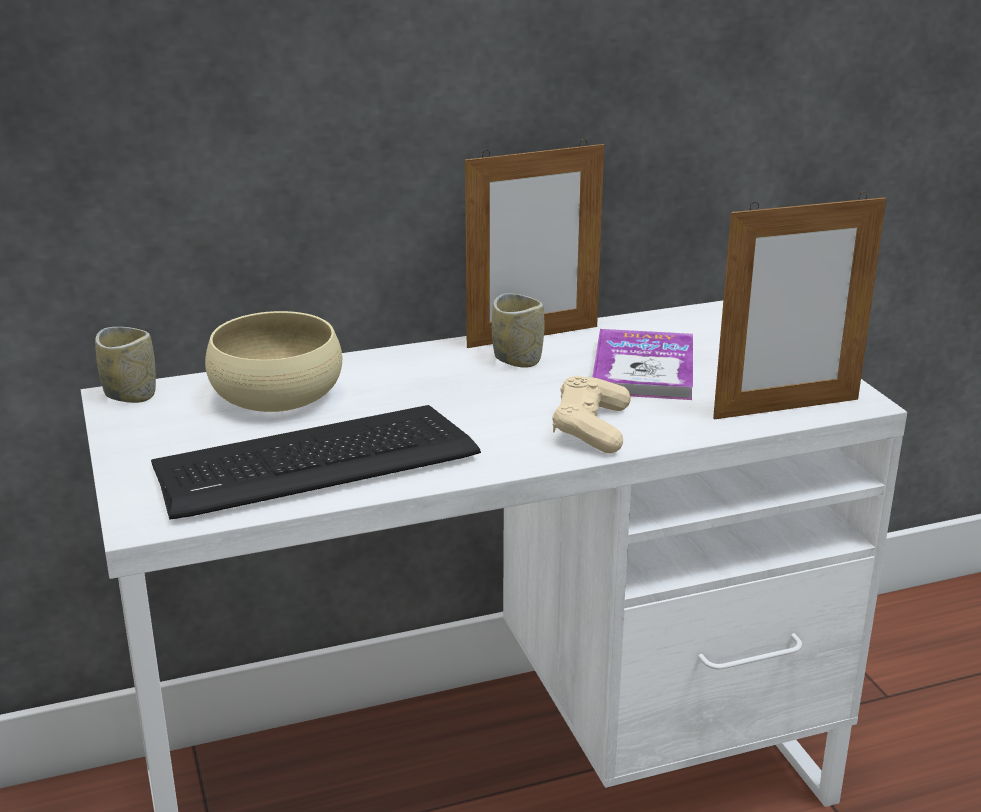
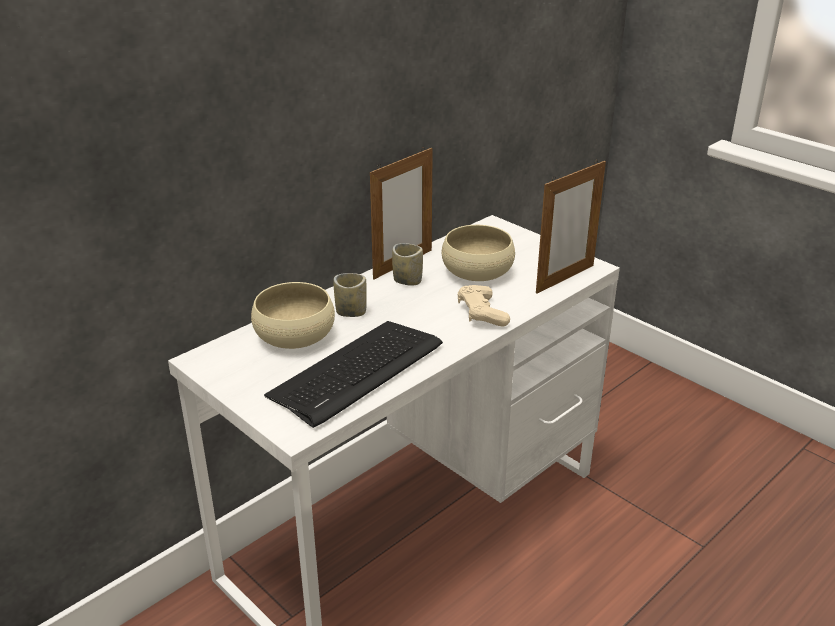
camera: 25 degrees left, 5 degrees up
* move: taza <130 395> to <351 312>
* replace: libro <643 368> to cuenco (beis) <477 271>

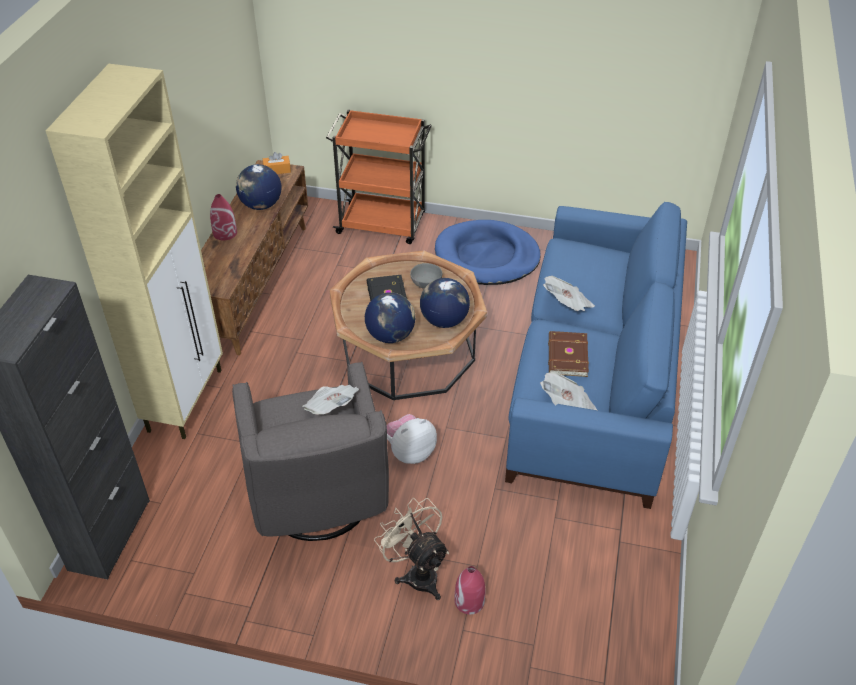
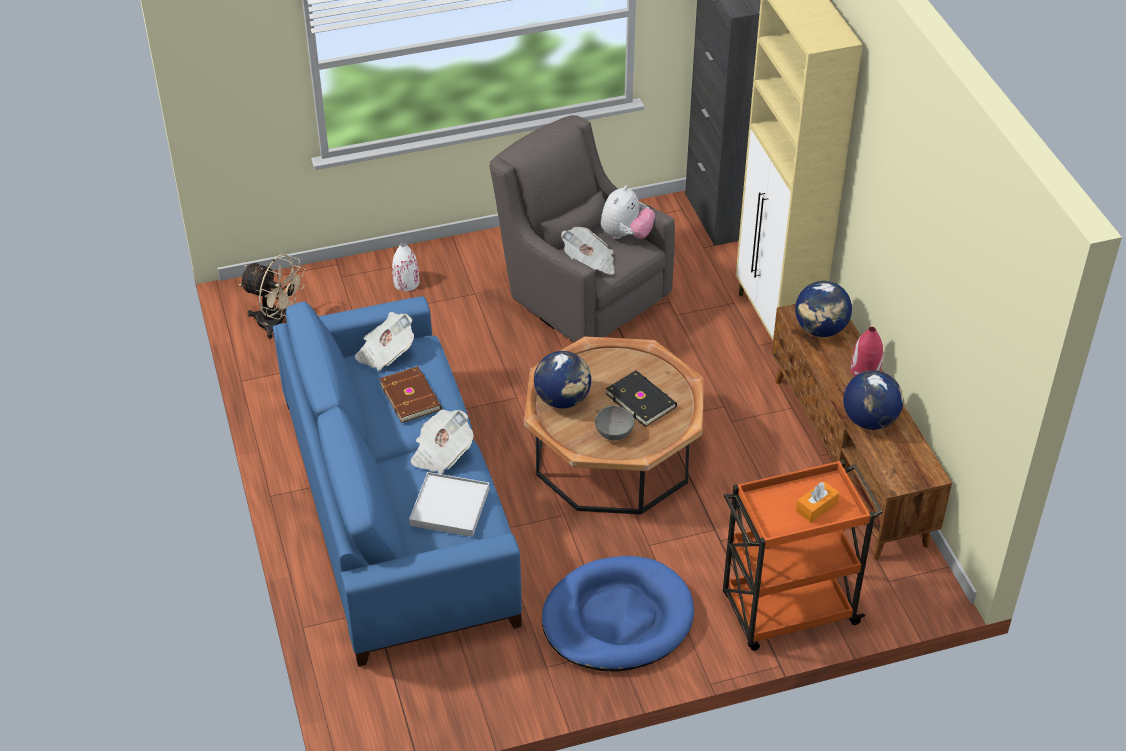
camera: 150 degrees right, 0 degrees up
* insert: bandeja (blanco) <449 507>
* move: caja de pañuelos (naranja) <277 170> to <816 507>
* move: globo terráqueo <390 335> to <820 329>
* move: ventilador (beis) <417 573> to <277 323>
* move: peluche <410 452> to <626 235>
* recolor: florero (rojo) <469 601> to florero (blanco) <406 282>

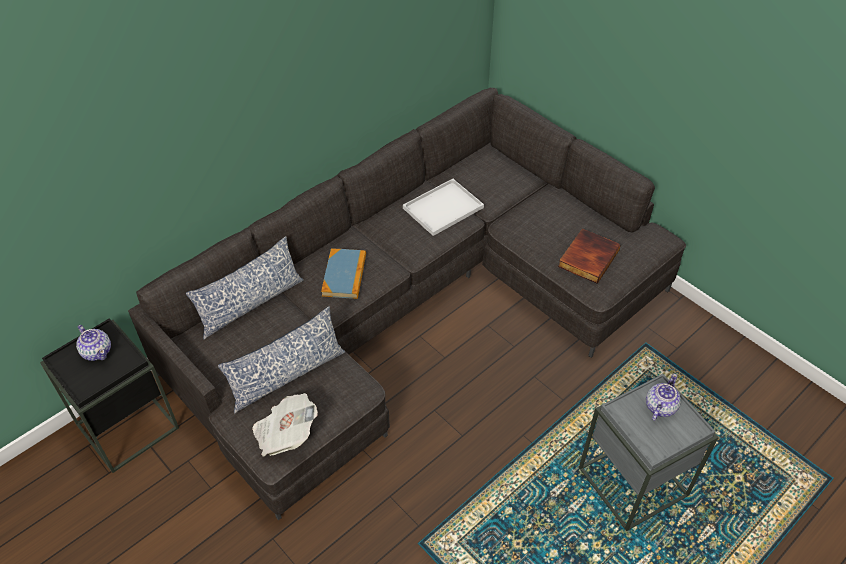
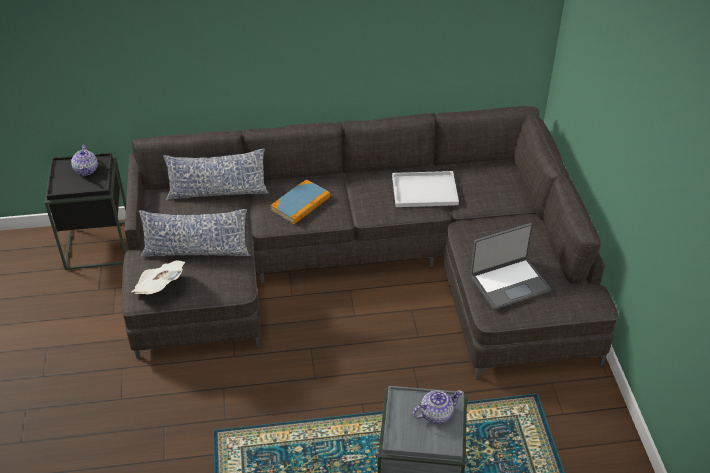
camera: 35 degrees right, 5 degrees down
* replace: libro <587 257> to portátil <509 283>

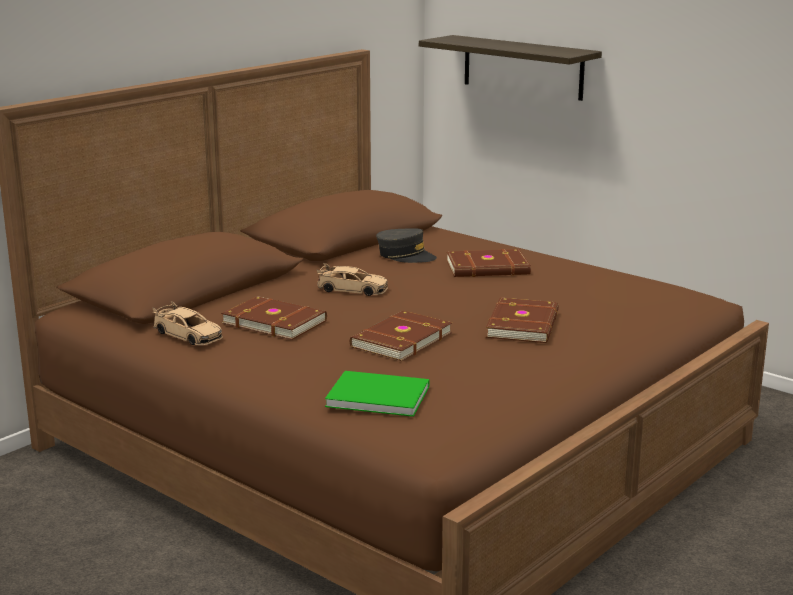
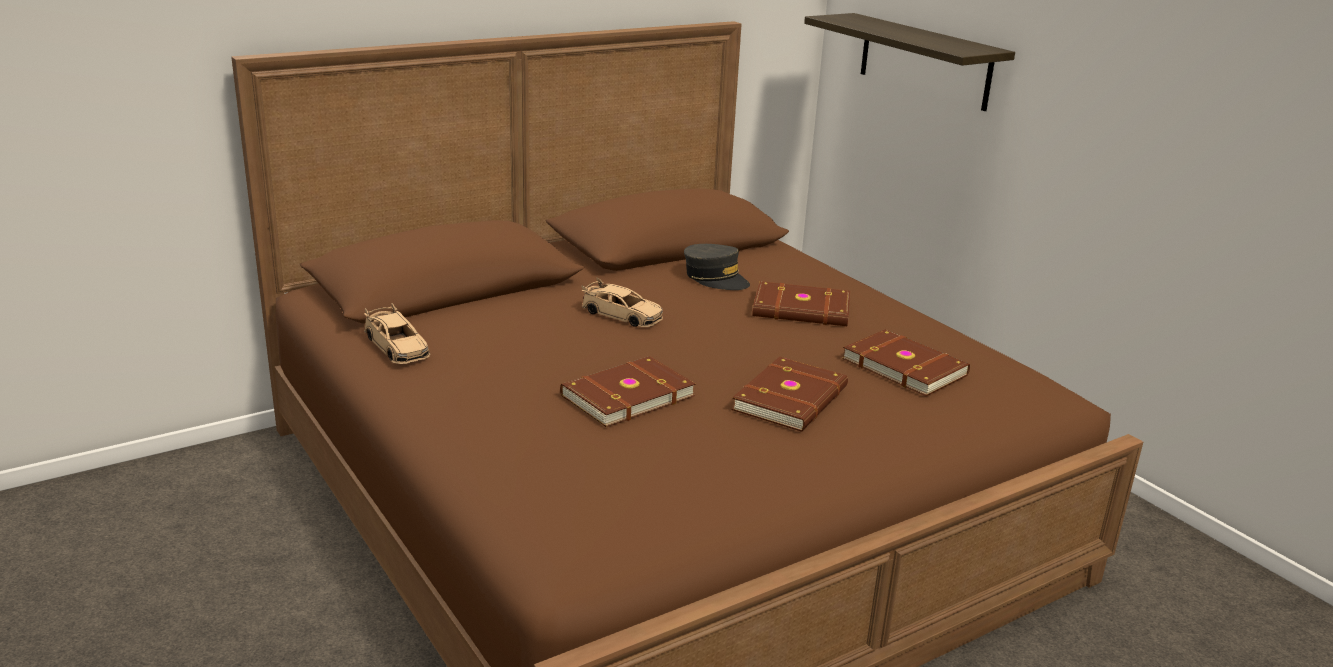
camera: 15 degrees right, 5 degrees up
* delete: libro (verde) <376 395>
* move: libro (marrón) <275 321> to <905 366>

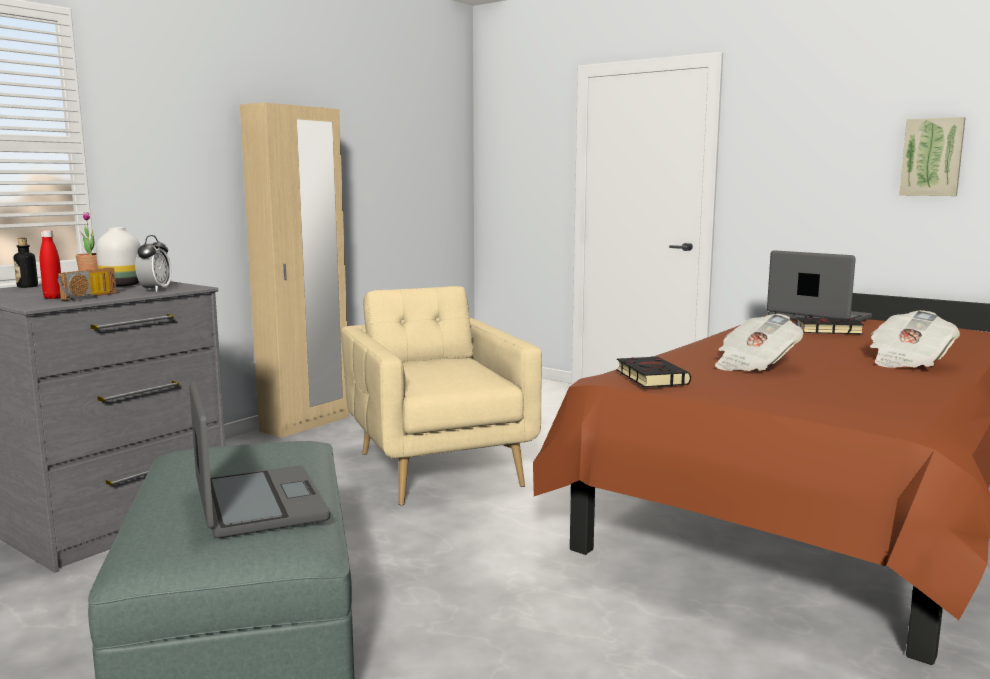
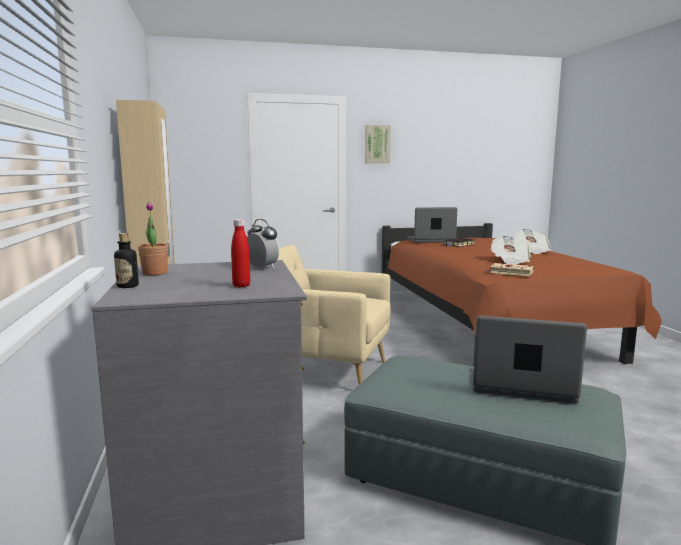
camera: 50 degrees left, 0 degrees up
* delete: radio <91 297>
* delete: florero (blanco) <120 285>
* move: cuadro <932 157> to <377 144>
* recolor: libro (negro) <650 377> to libro (beis) <510 272>

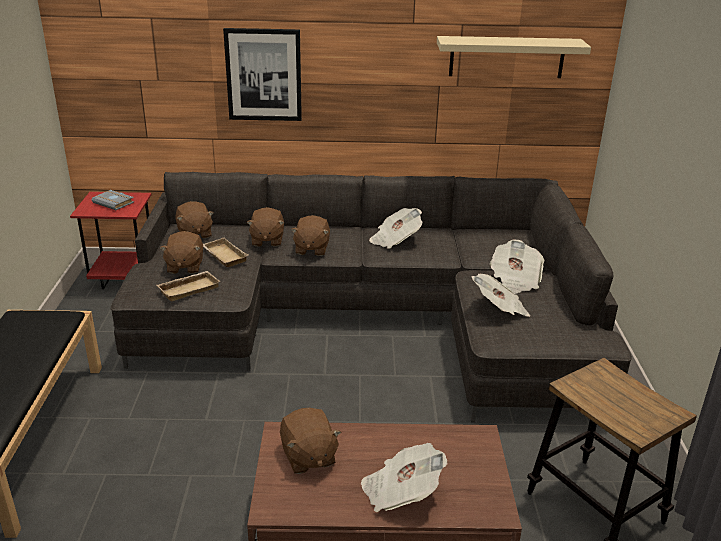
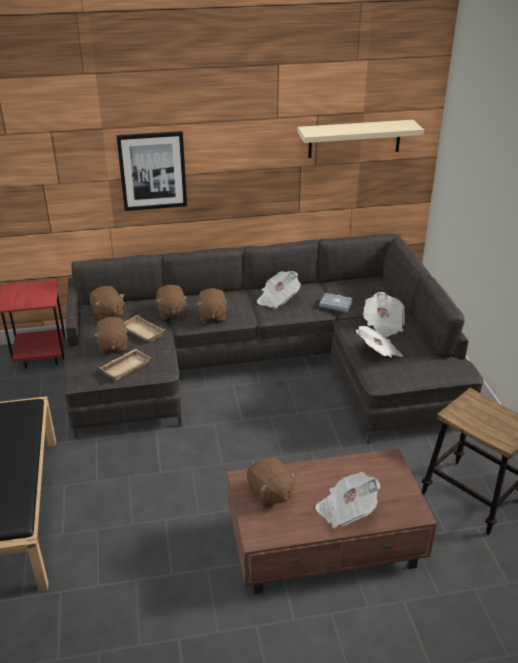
camera: 10 degrees left, 5 degrees up
* move: libro (gris) <115 203> to <336 304>

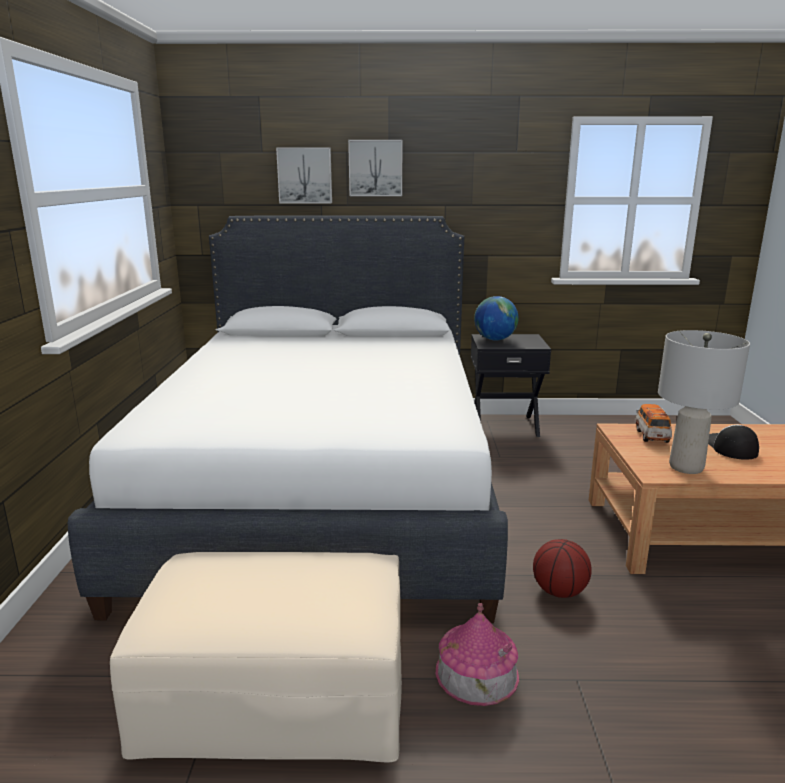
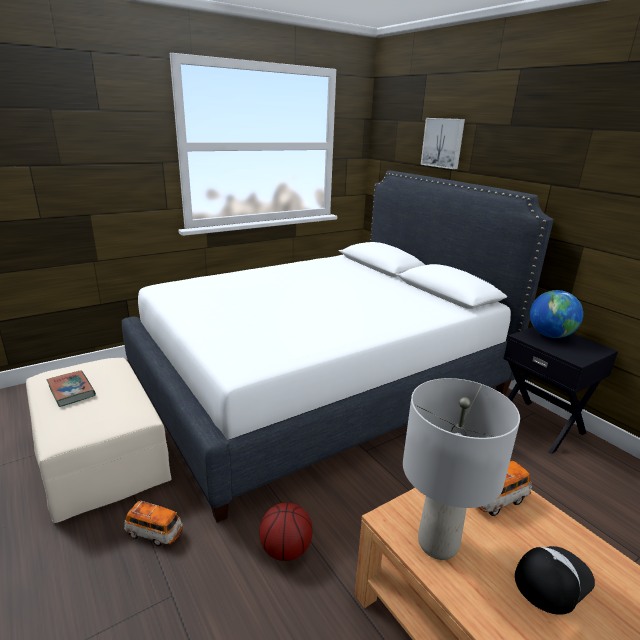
camera: 55 degrees right, 5 degrees up
* delete: cuadro <375 168>
* insert: libro <71 391>
* replace: casita <476 673> to coche de juguete <154 533>

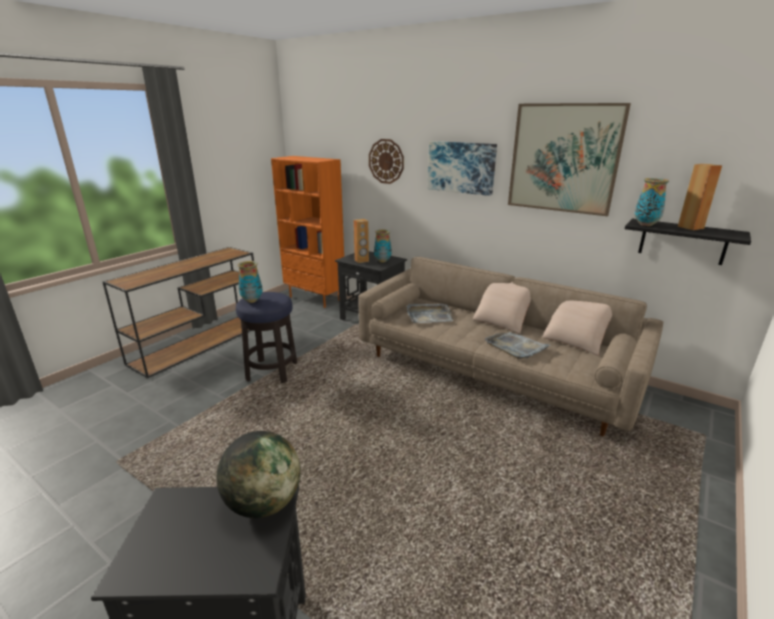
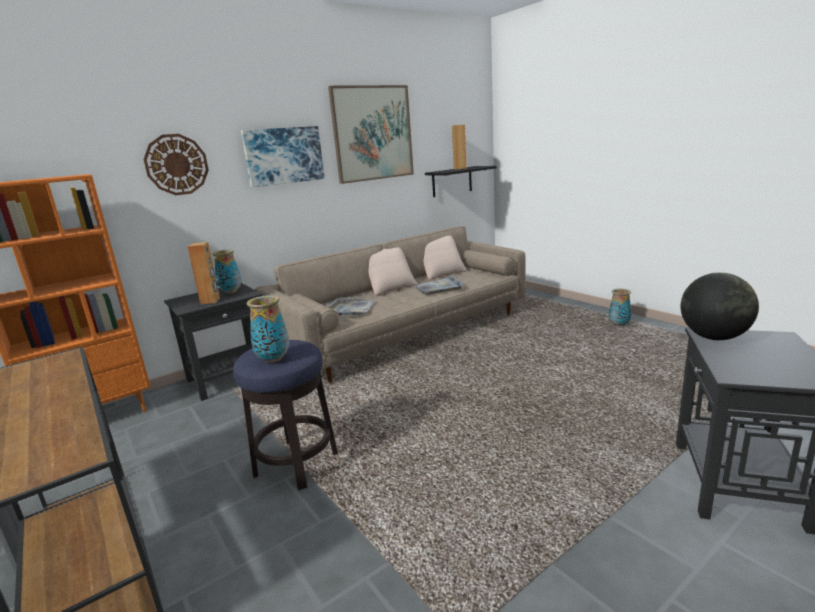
camera: 70 degrees left, 5 degrees down
* move: florero <645 225> to <619 325>

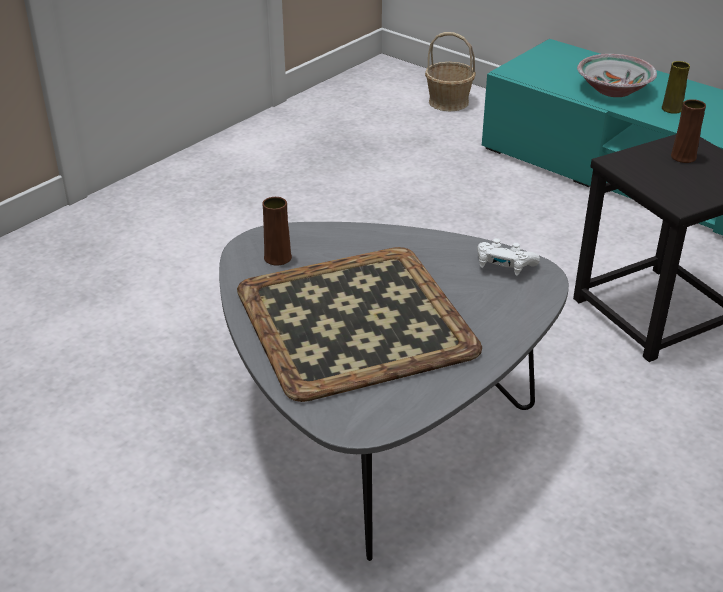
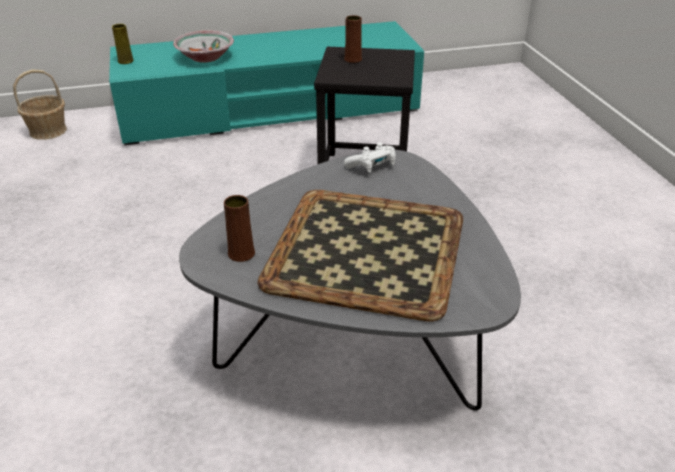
camera: 55 degrees left, 0 degrees up
* move: florero (amarillo) <671 109> to <125 61>

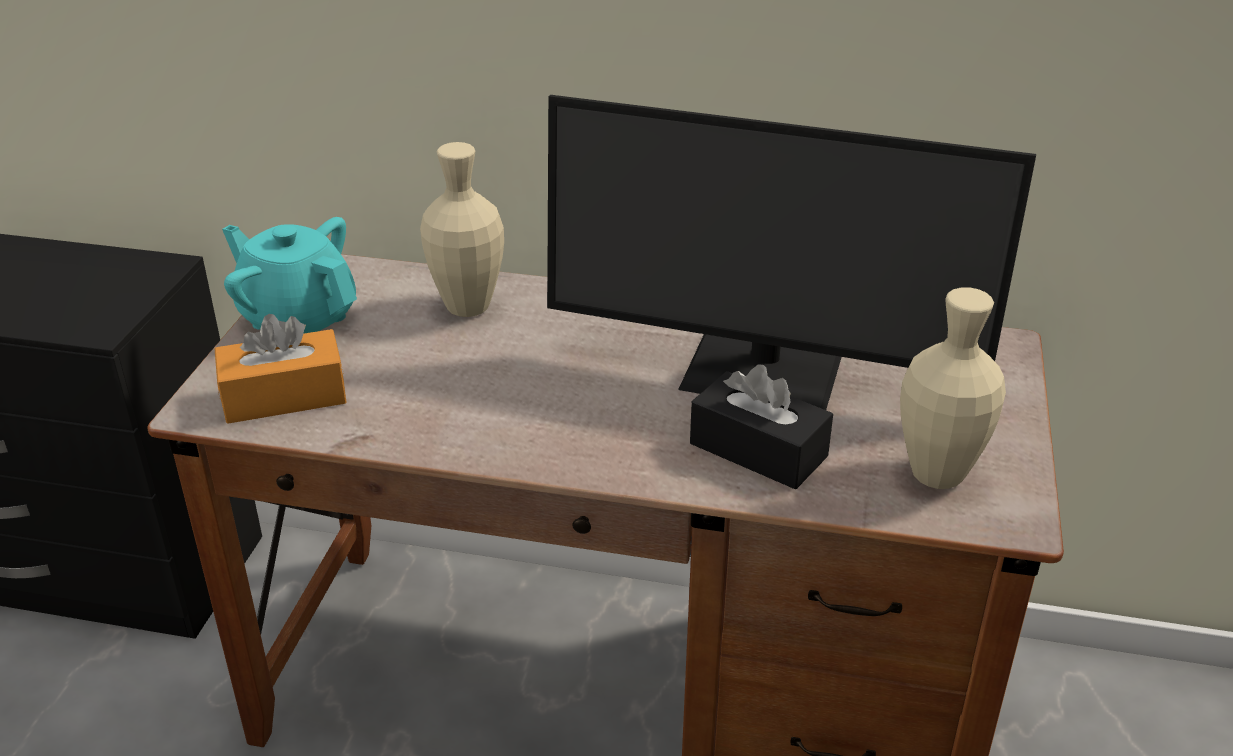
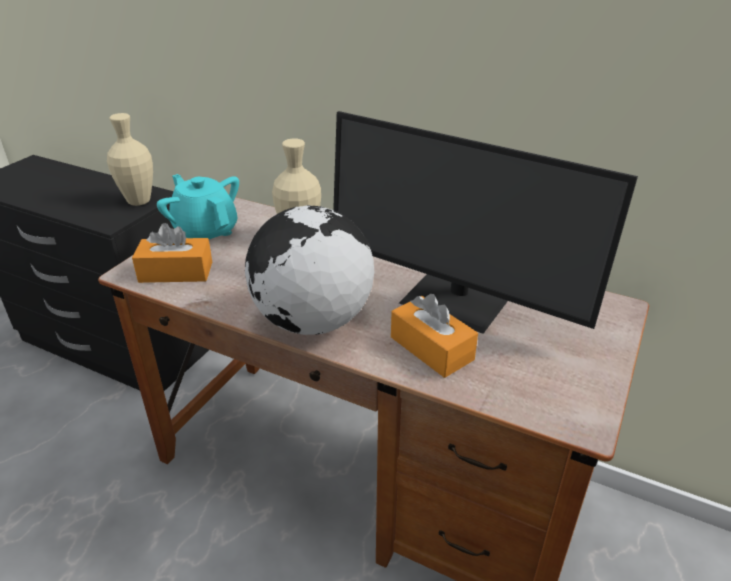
camera: 15 degrees right, 0 degrees up
* insert: globo terráqueo <312 321>
* move: florero (beis) <937 474> to <139 201>
* recolor: caja de pañuelos (negro) <758 450> to caja de pañuelos (naranja) <431 348>

